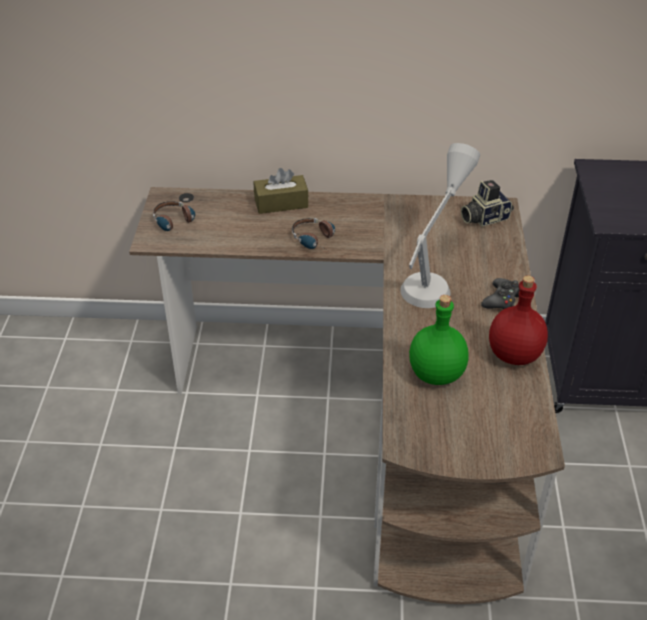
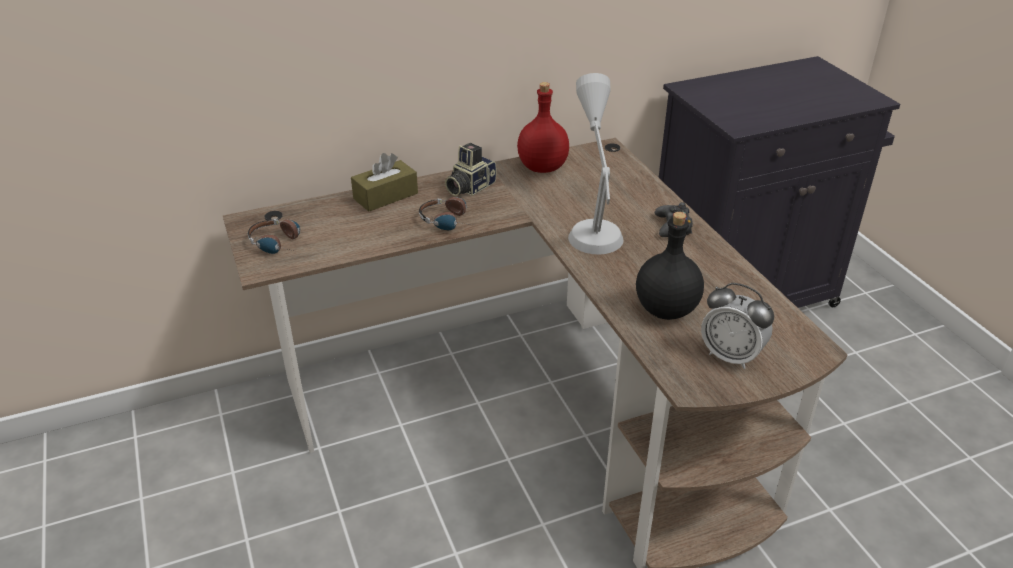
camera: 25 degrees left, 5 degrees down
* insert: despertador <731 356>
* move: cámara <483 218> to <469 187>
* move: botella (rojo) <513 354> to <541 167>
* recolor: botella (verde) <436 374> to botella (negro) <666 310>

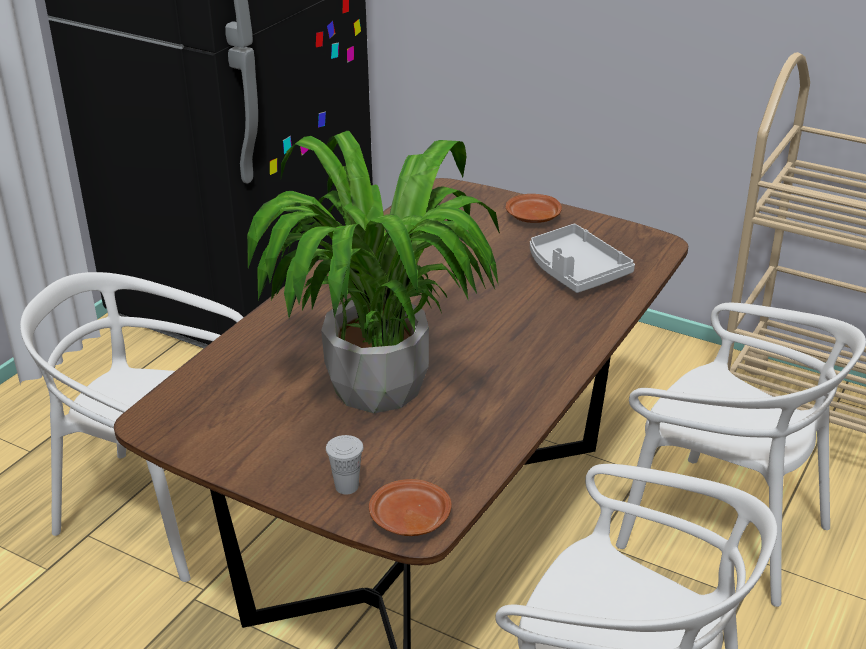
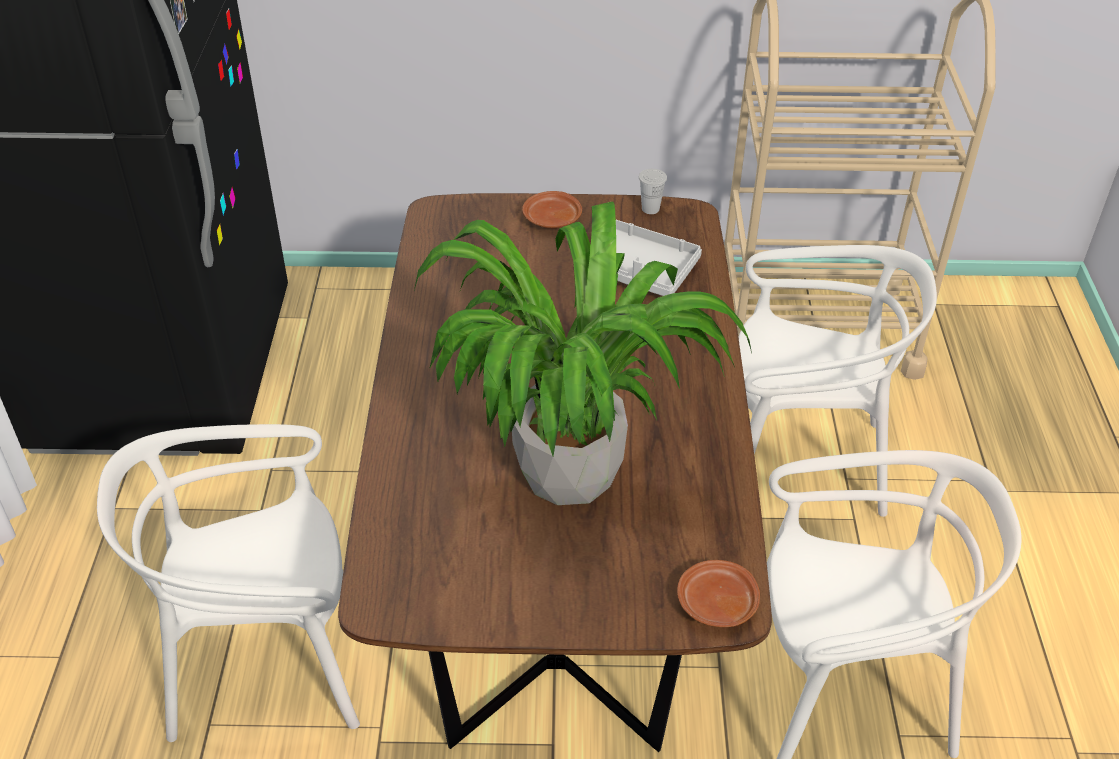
camera: 30 degrees left, 10 degrees up
* move: taza (blanco) <347 486> to <650 209>

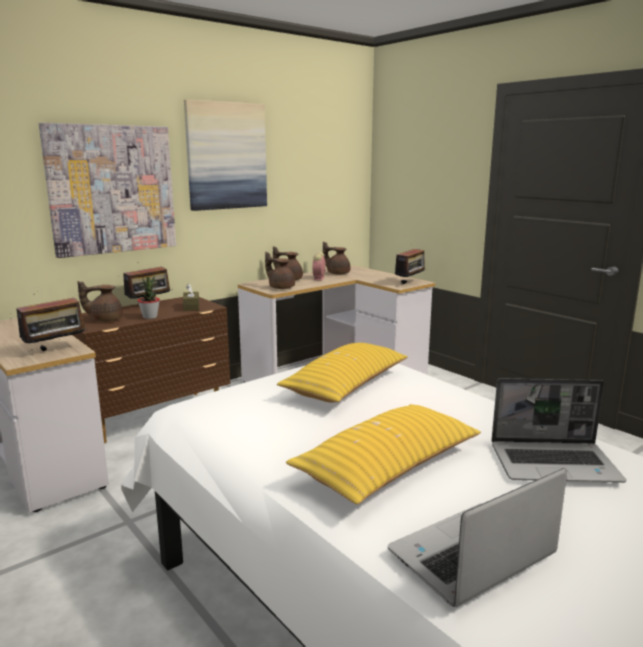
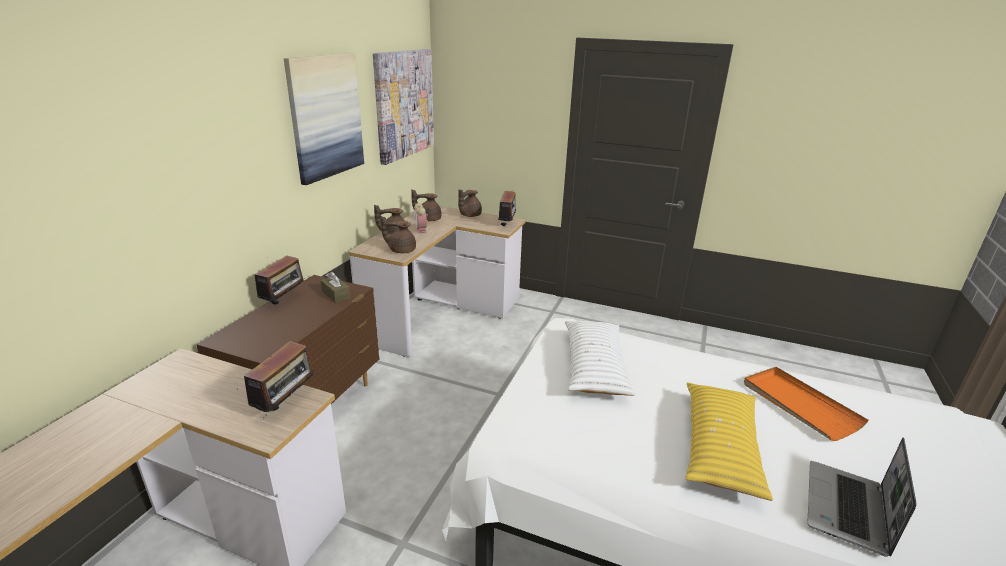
camera: 30 degrees left, 10 degrees up
* delete: planta en maceta <150 317>
* move: cuadro <112 189> to <404 104>
* move: tetera (marrón) <105 319> to <469 215>
* replace: portátil <555 463> to bandeja (naranja) <799 405>
* recolor: cojín (amarillo) <346 385> to cojín (blanco) <594 367>

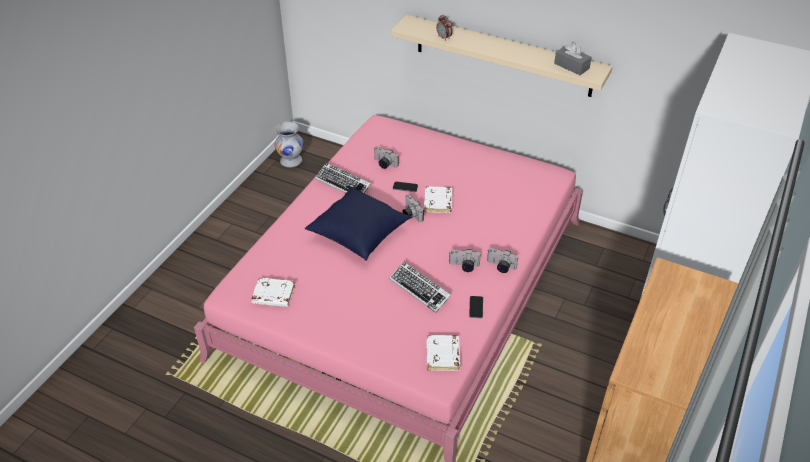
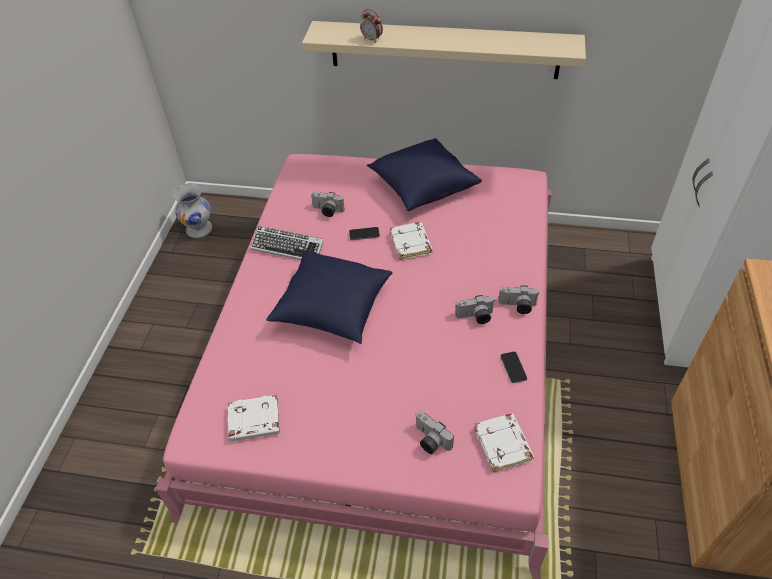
camera: 15 degrees left, 5 degrees up
* delete: teclado <420 289>
* delete: caja de pañuelos (gris) <571 66>
* insert: cojín (azul) <422 186>
* move: cámara <410 214> to <429 441>

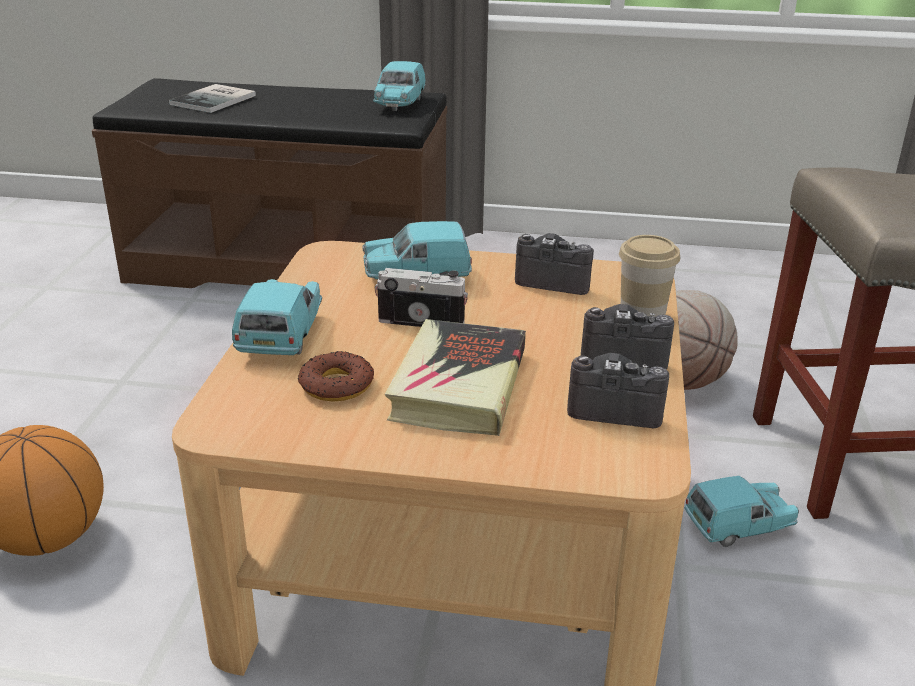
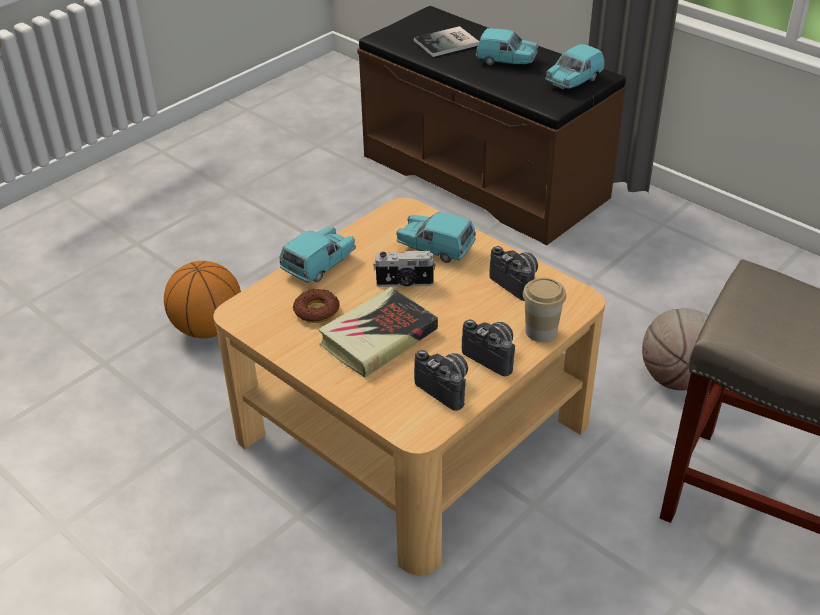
camera: 35 degrees right, 10 degrees up
* move: coche de juguete (turquesa) <738 527> to <506 61>
* rotate: cámara <422 320> = <405 283> 135 degrees clockwise

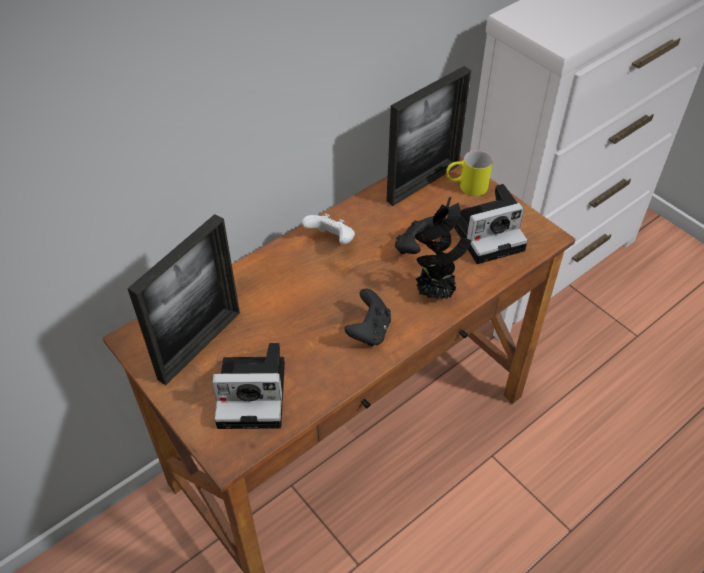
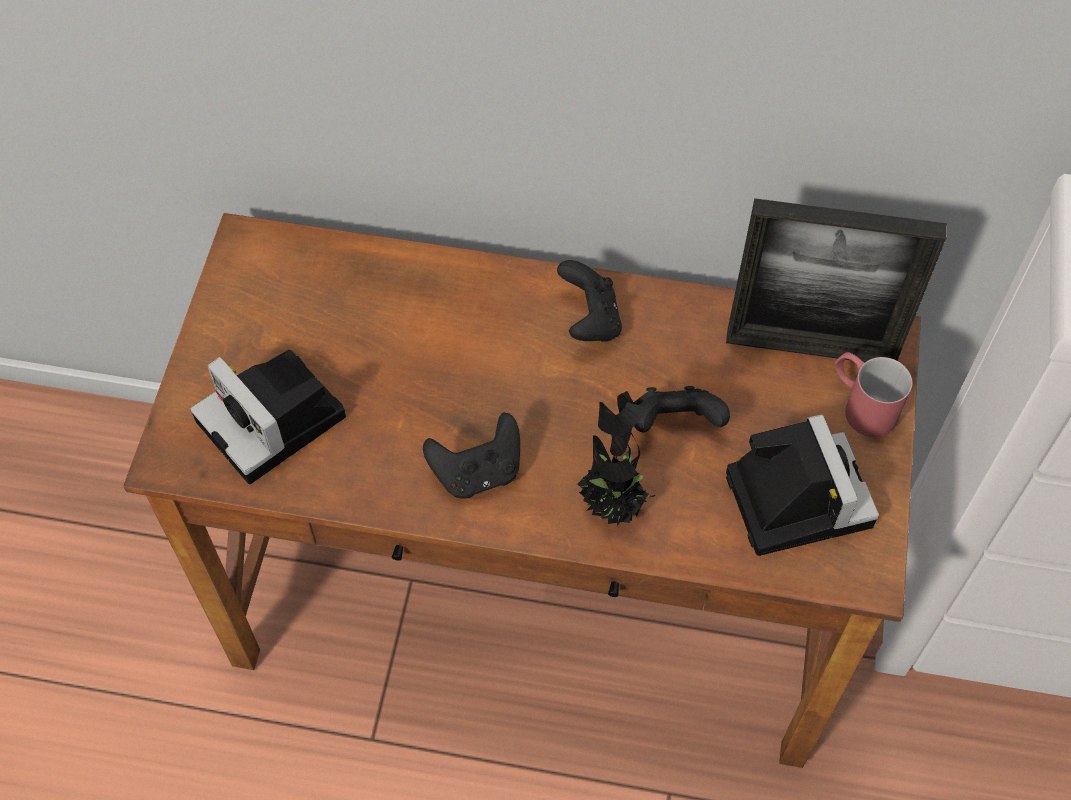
camera: 50 degrees right, 10 degrees up
* delete: portarretratos <200 345>
* recolor: mando de consola (blanco) <331 240> to mando de consola (negro) <590 320>
* recolor: taza grande (amarillo) <466 186> to taza grande (rojo) <860 405>
* rotate: cámara <488 233> = <794 495> 135 degrees counterclockwise

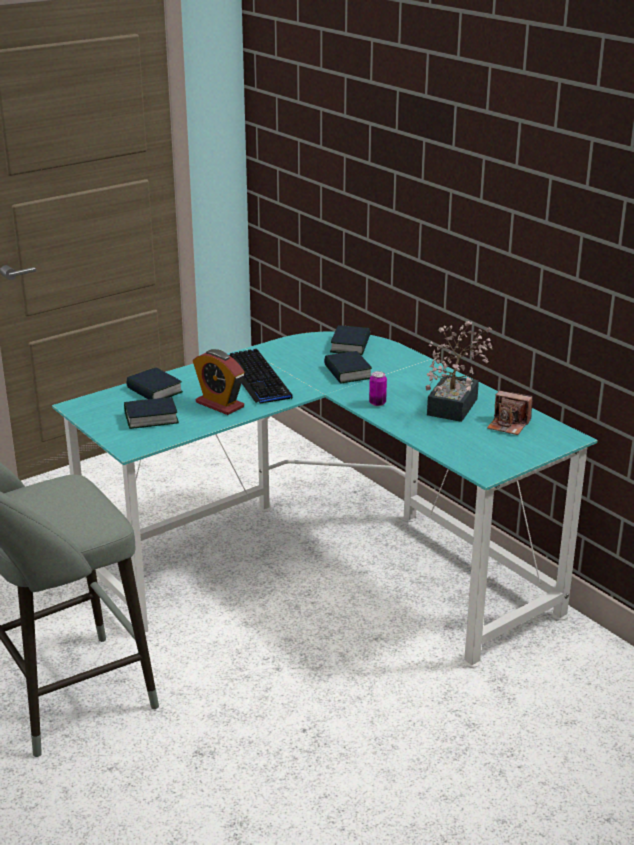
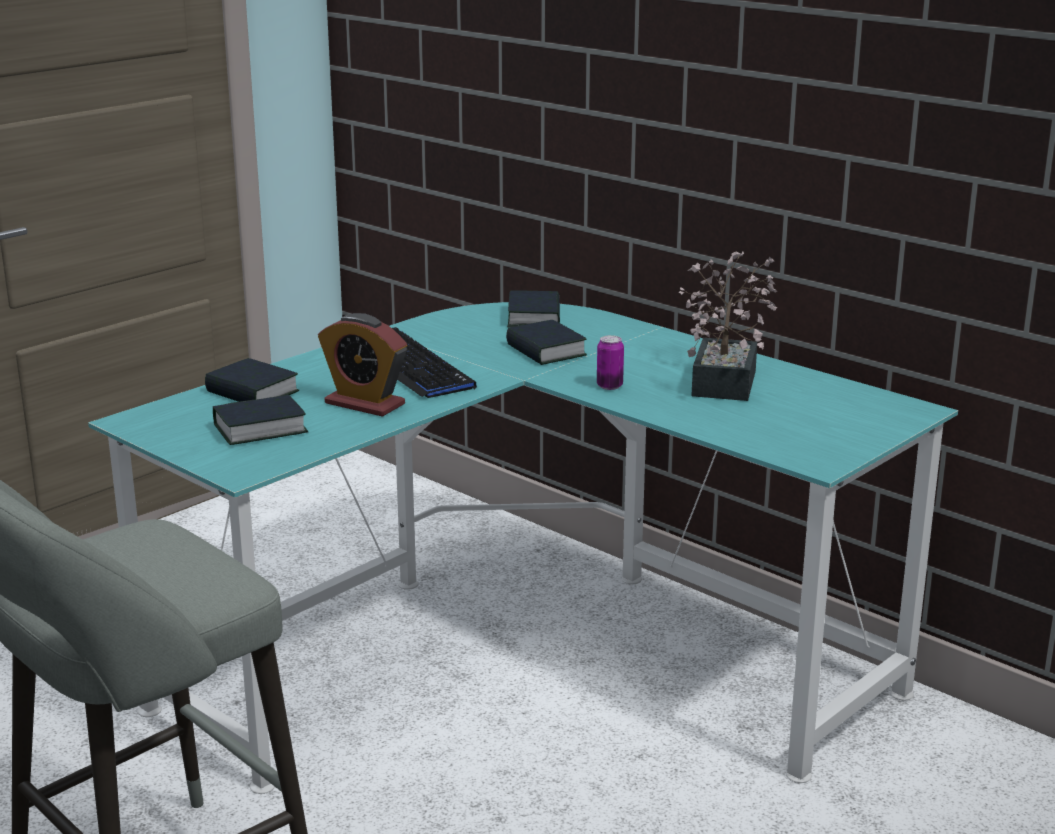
camera: 10 degrees left, 5 degrees down
* delete: cámara <508 425>

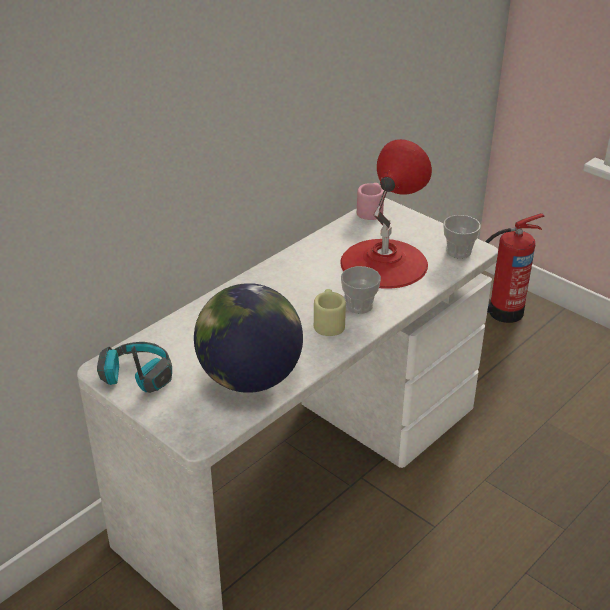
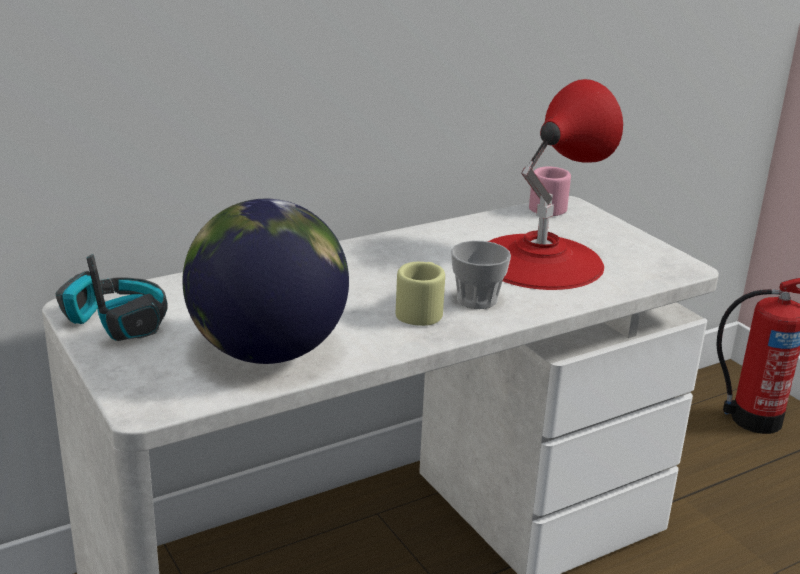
camera: 15 degrees right, 10 degrees down
* delete: taza <458 251>

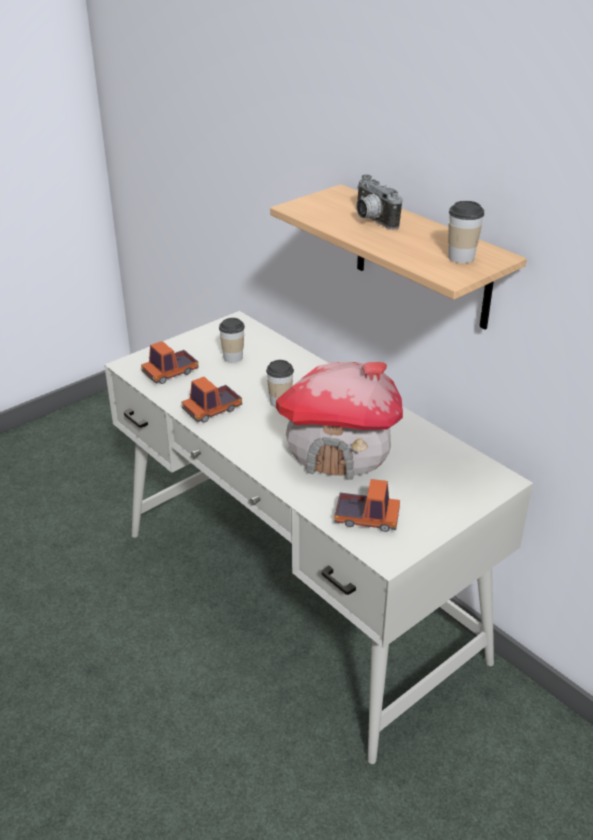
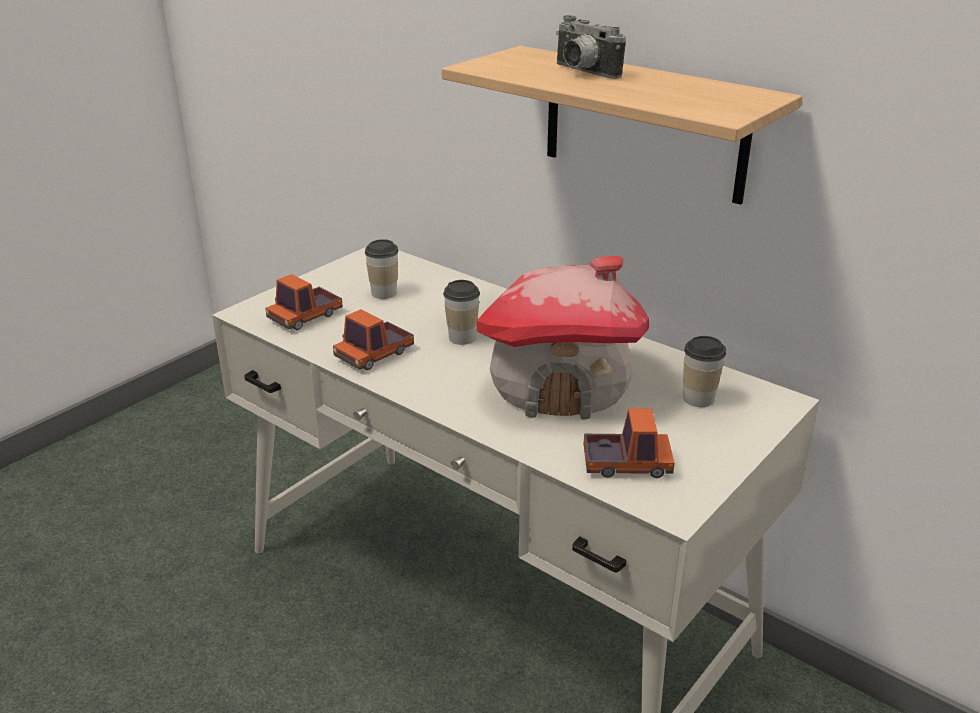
camera: 10 degrees left, 5 degrees down
* move: taza <461 257> to <698 399>

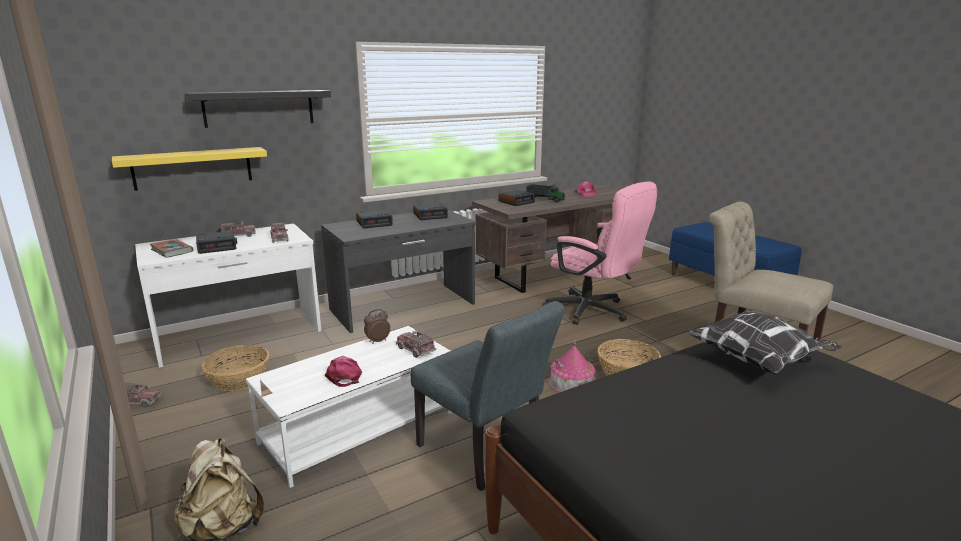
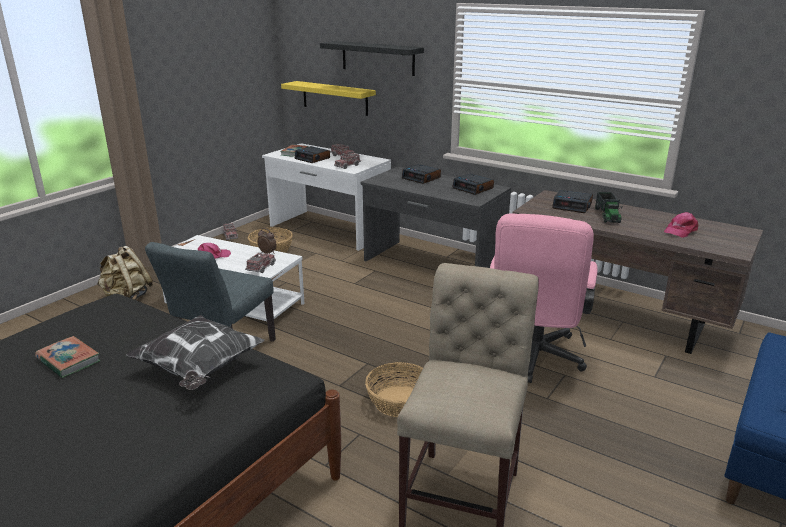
camera: 65 degrees right, 5 degrees up
* delete: casita <572 383>
* insert: libro <68 360>

